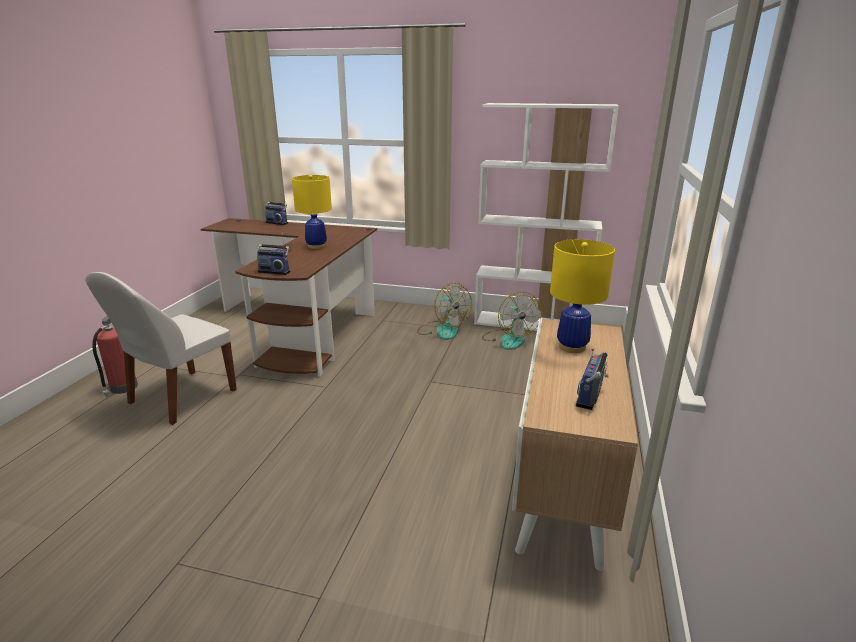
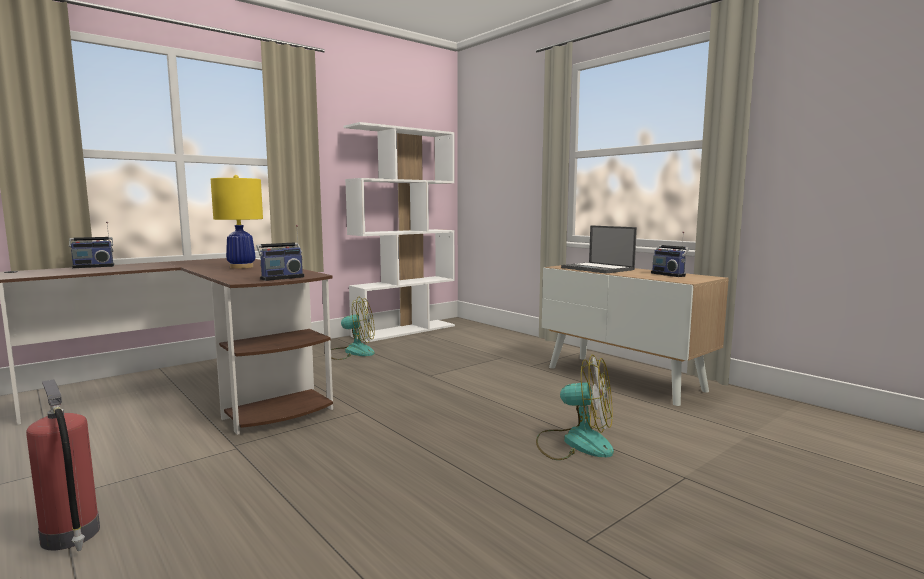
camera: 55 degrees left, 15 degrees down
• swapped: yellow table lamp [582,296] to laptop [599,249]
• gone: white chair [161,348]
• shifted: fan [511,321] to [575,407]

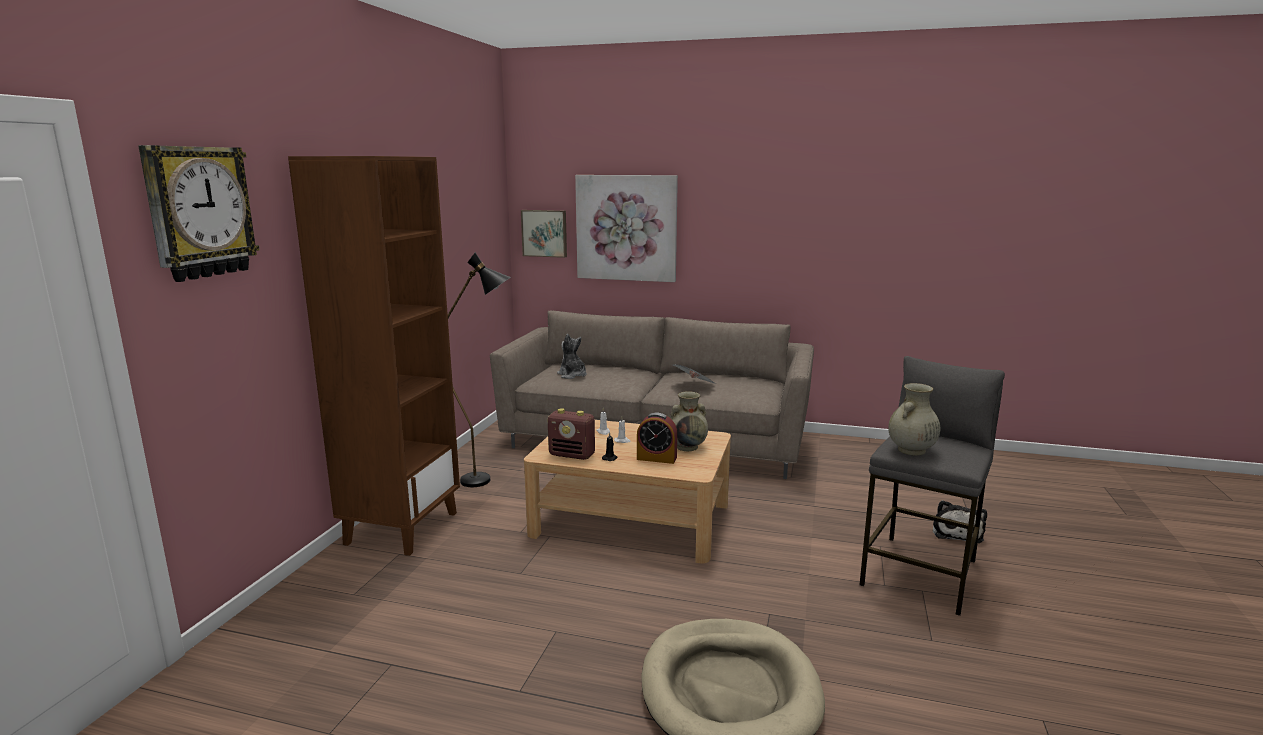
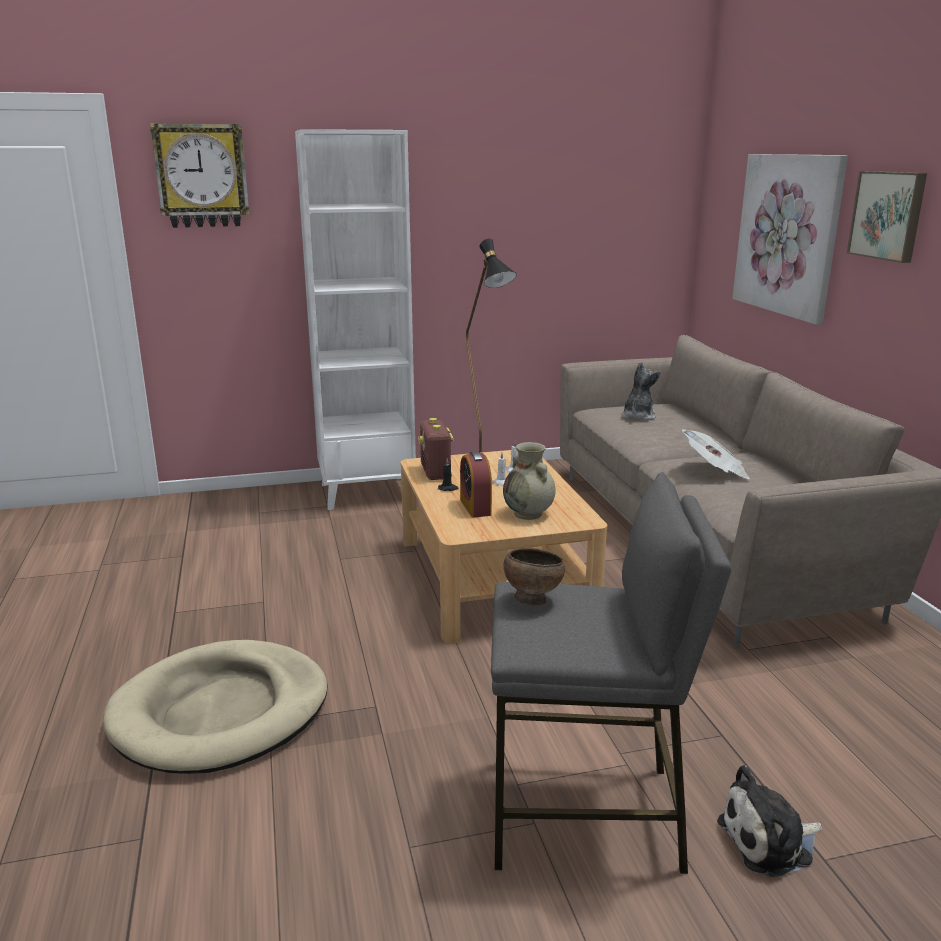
camera: 60 degrees right, 5 degrees up
• repainted: brown bookcase [374,356] to white bookcase [355,319]
• shifted: picture [544,234] to [887,217]
• swapped: beige vase [914,419] to brown bowl [534,576]

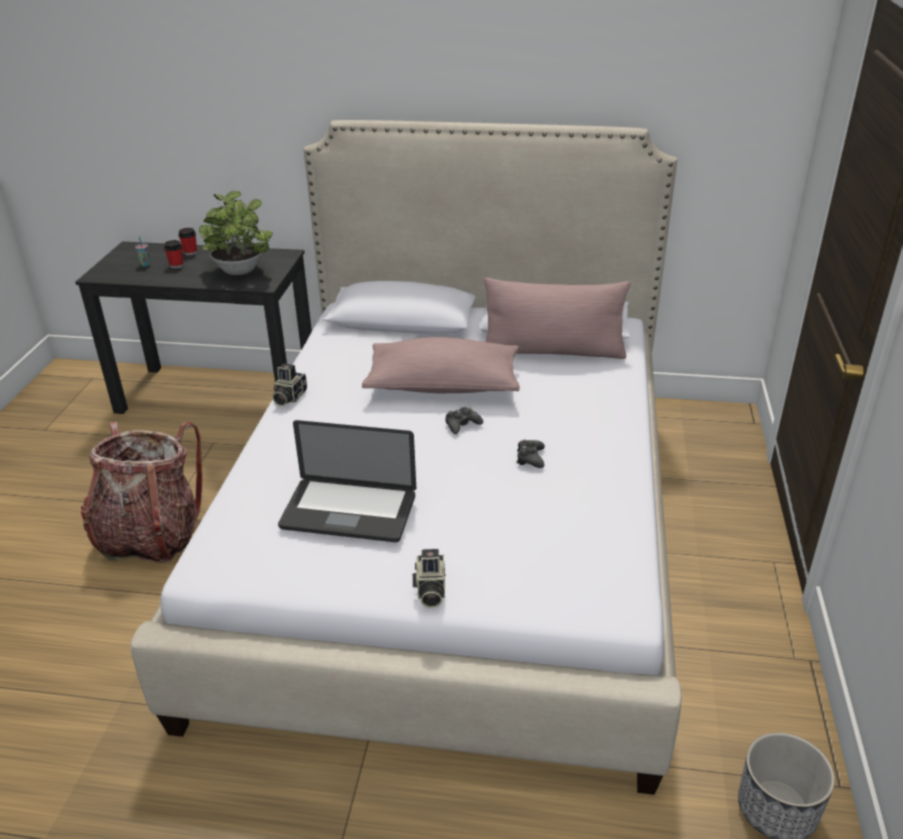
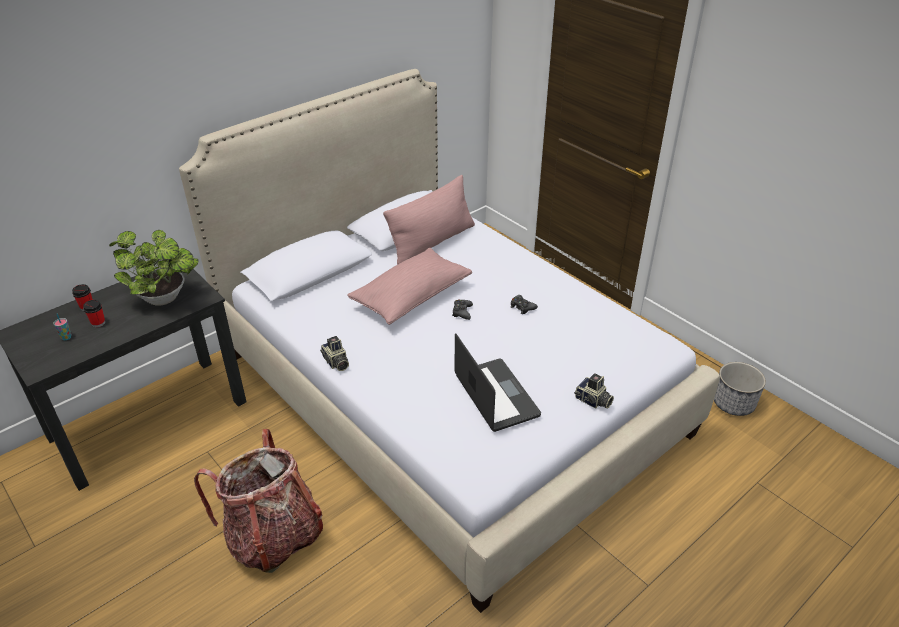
camera: 50 degrees left, 5 degrees up
• rotated: laptop [347,481] = [498,382] 75 degrees counterclockwise

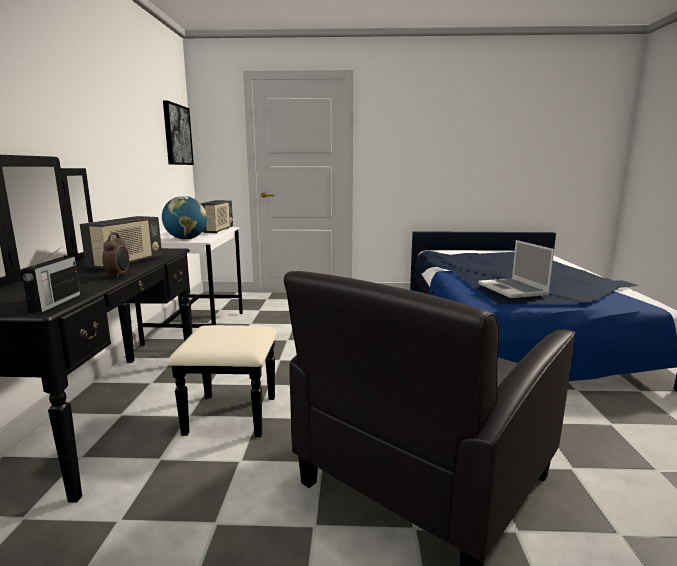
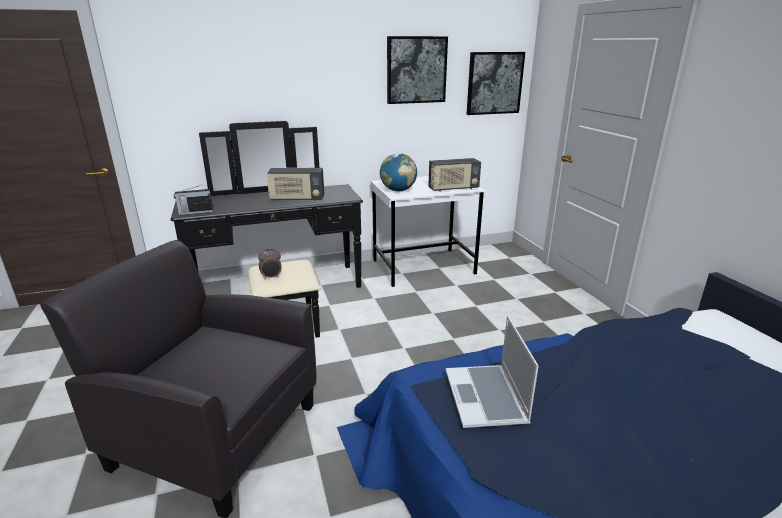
camera: 70 degrees right, 10 degrees up
• shifted: alarm clock [116,255] to [270,264]
• rotated: laptop [516,269] = [492,372] 60 degrees counterclockwise
• new: picture [417,70]

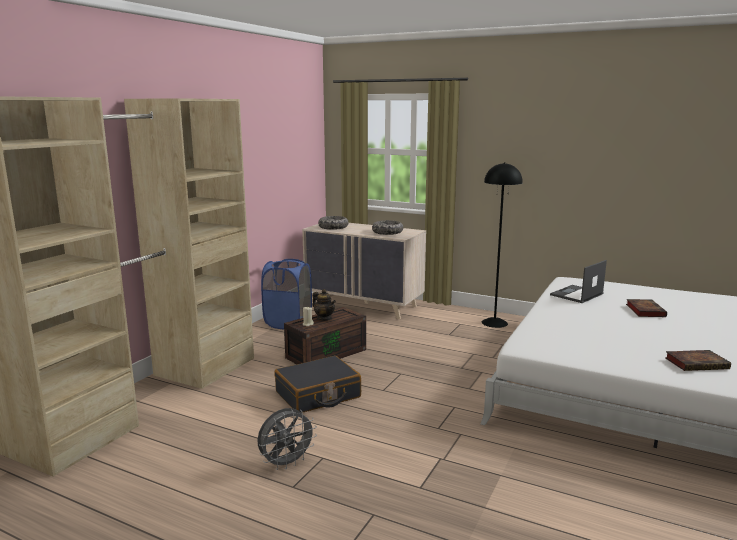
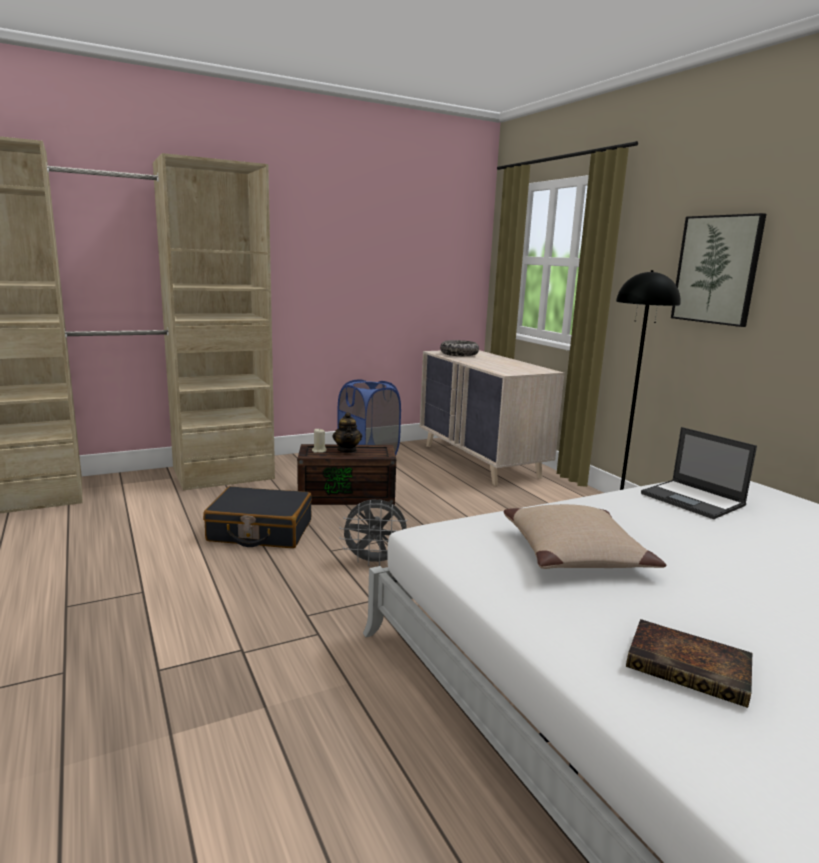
camera: 35 degrees right, 0 degrees up
• gone: bowl [387,227]
• rotated: laptop [578,281] = [699,473] 120 degrees counterclockwise
• gone: book [646,308]
• shifted: grey fan [287,439] to [373,532]
• new: picture [718,270]
• new: beige pillow [584,536]

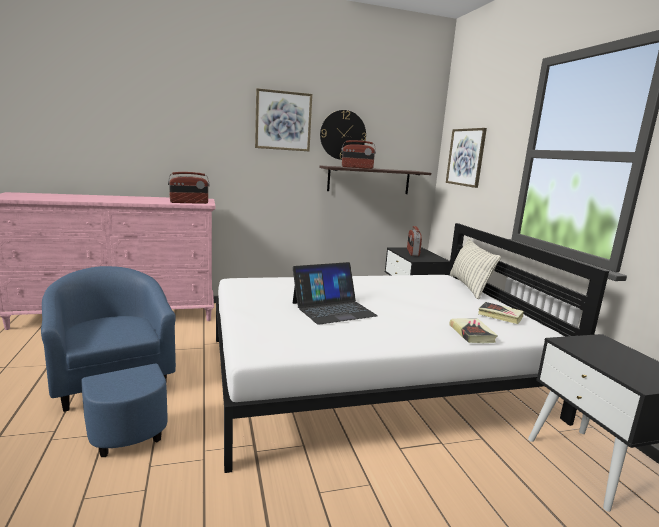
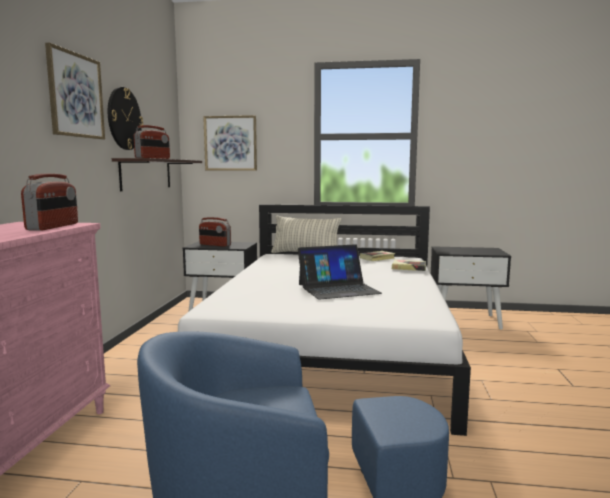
camera: 65 degrees left, 5 degrees down
• rotated: laptop [335,293] = [340,272] 75 degrees clockwise

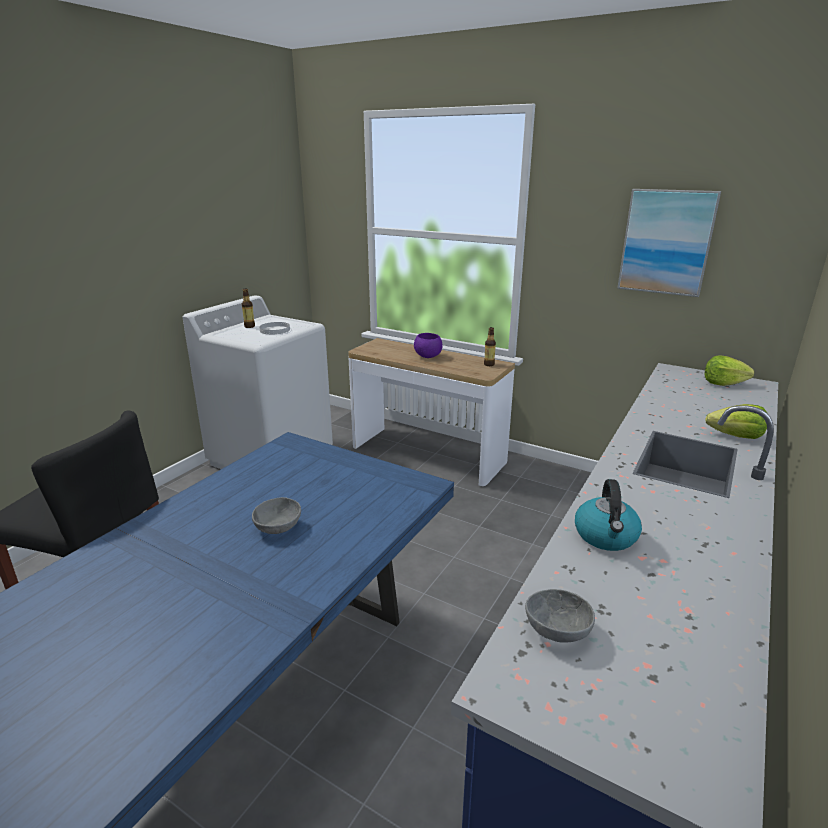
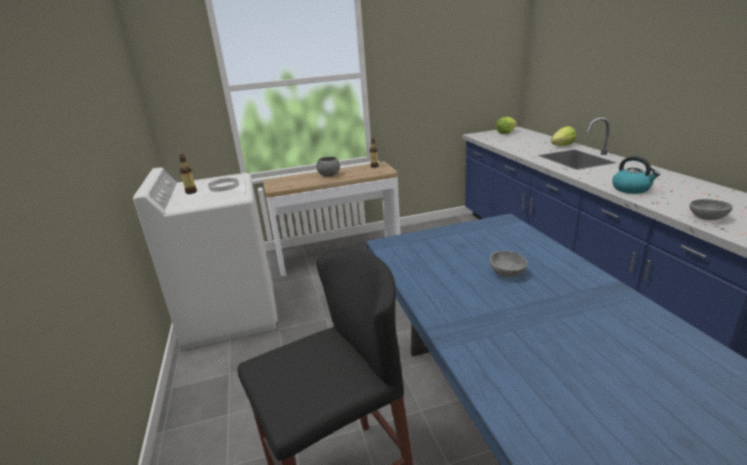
camera: 45 degrees left, 0 degrees up
• gone: picture [669,243]
• repainted: purple bowl [428,345] to grey bowl [328,167]

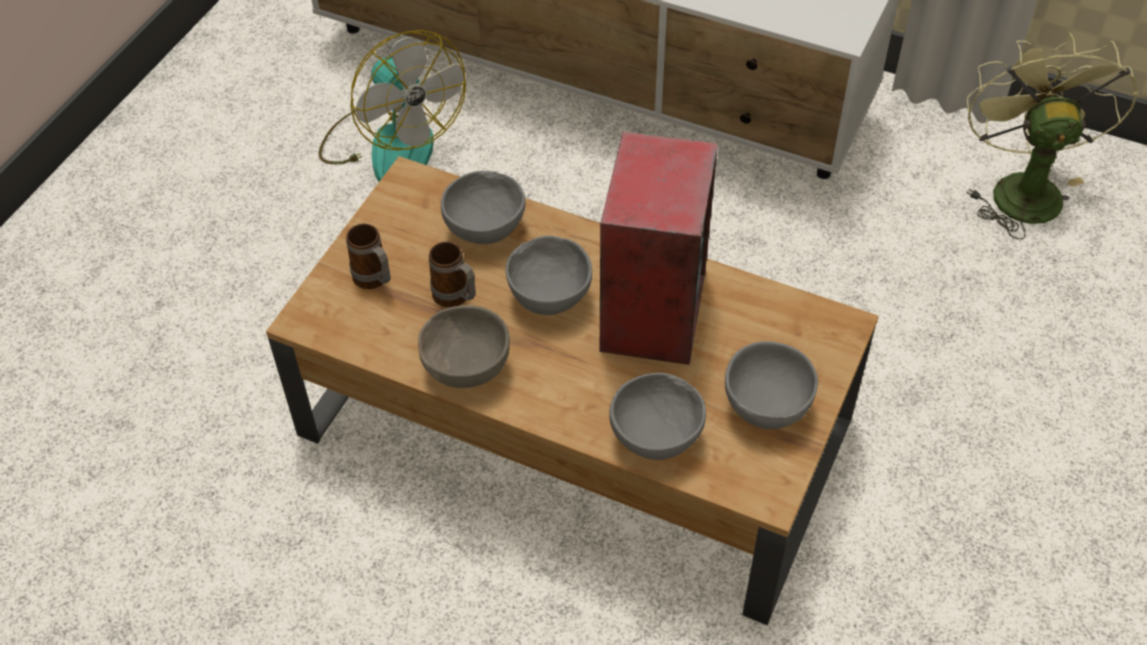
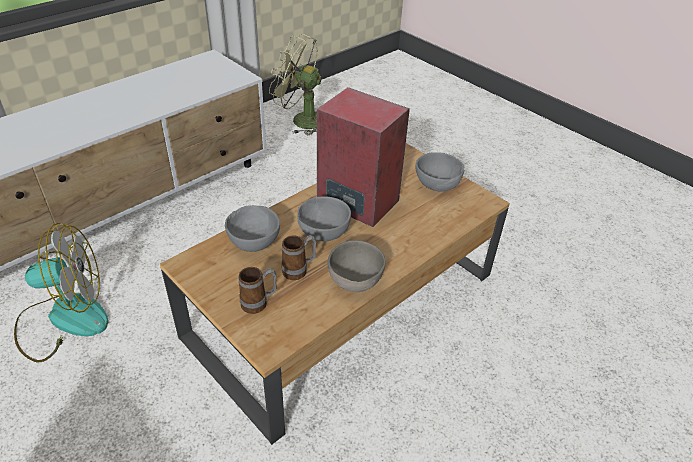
camera: 70 degrees left, 10 degrees down
• gone: grey bowl [658,416]

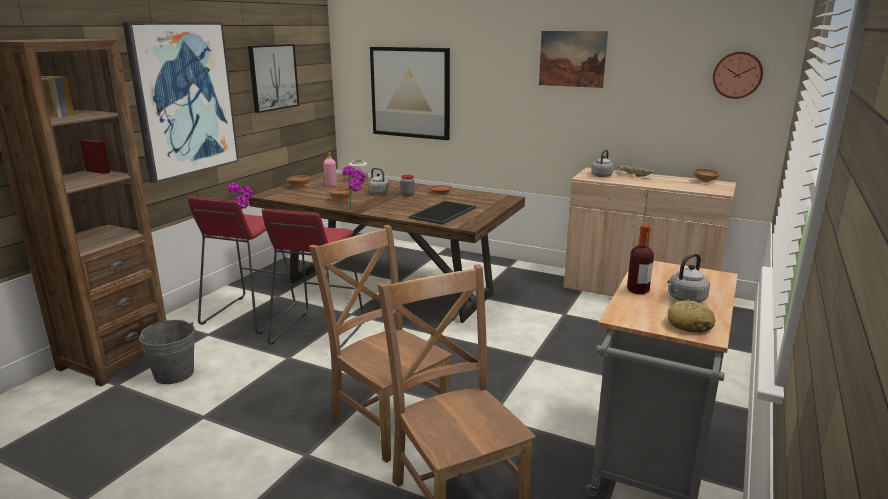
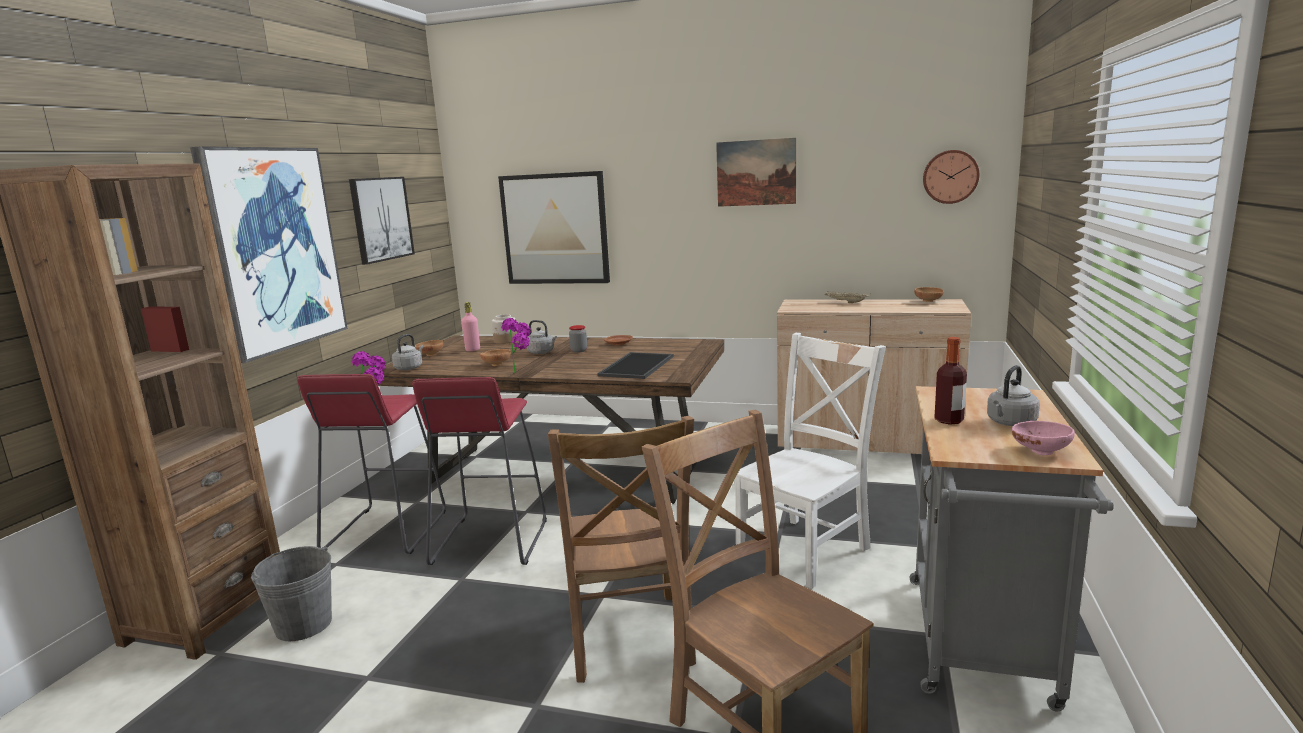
camera: 10 degrees left, 5 degrees down
• shifted: grey kettle [602,163] to [408,352]
• rotated: brown chair [381,344] = [622,549] 135 degrees counterclockwise
• swapped: bread [691,316] to pink bowl [1043,438]
• new: white chair [810,460]

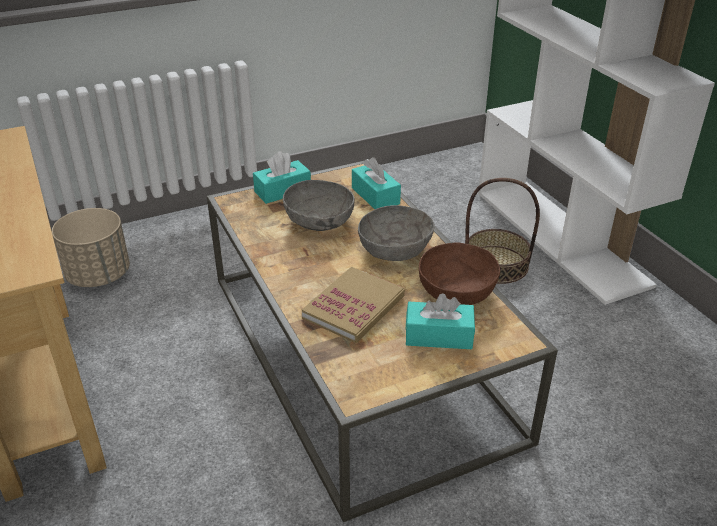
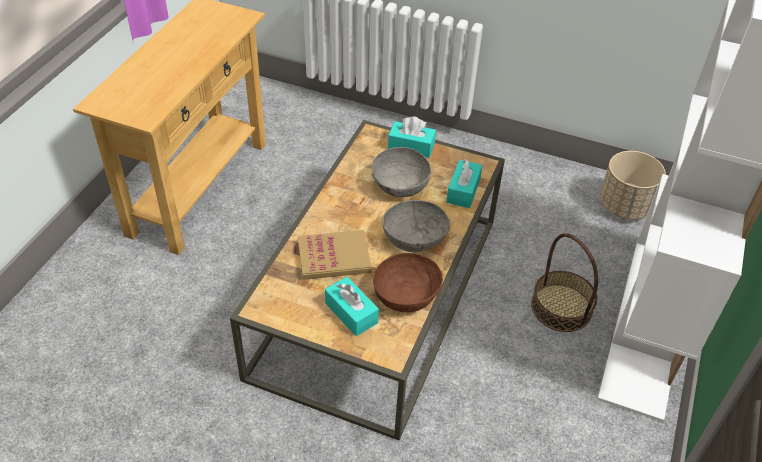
camera: 45 degrees right, 10 degrees up
• shifted: beige planter [91,247] to [633,185]

